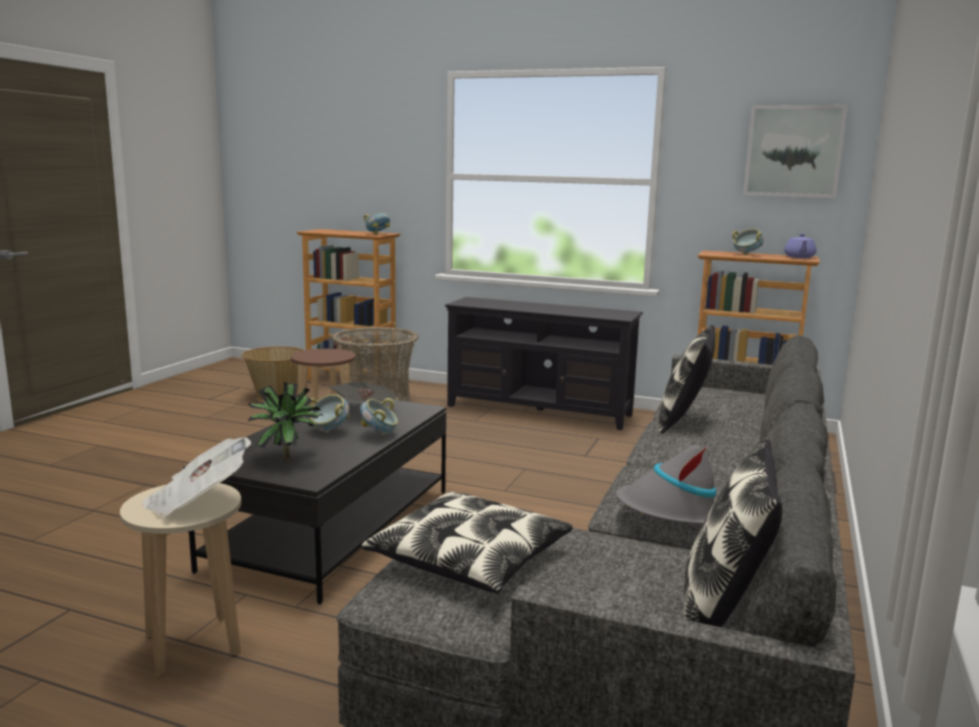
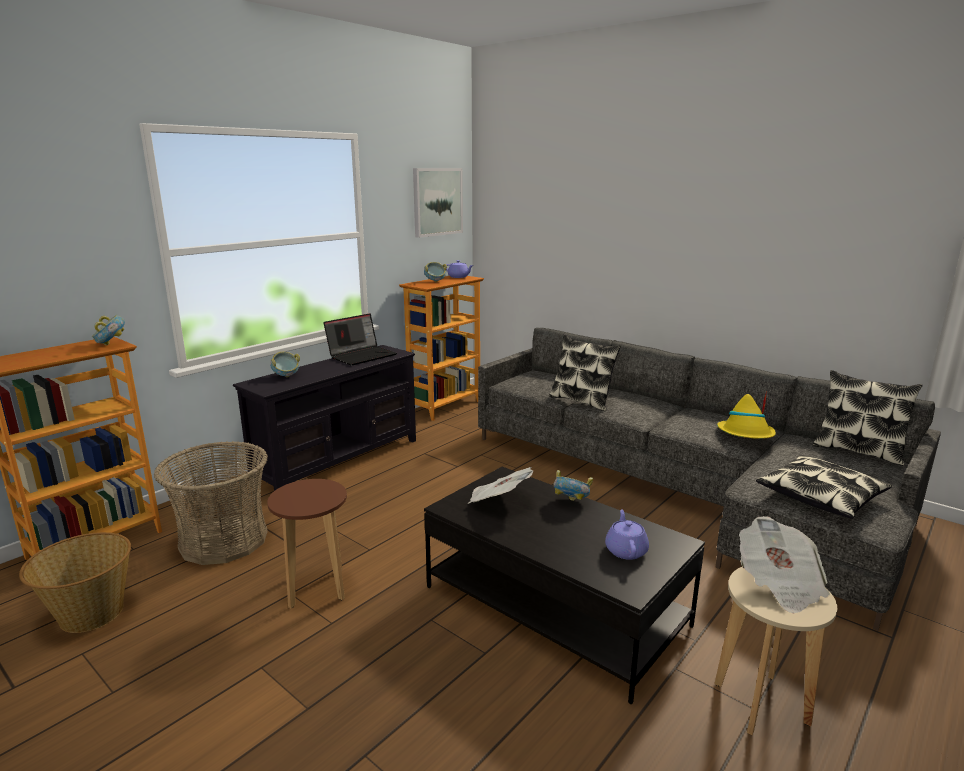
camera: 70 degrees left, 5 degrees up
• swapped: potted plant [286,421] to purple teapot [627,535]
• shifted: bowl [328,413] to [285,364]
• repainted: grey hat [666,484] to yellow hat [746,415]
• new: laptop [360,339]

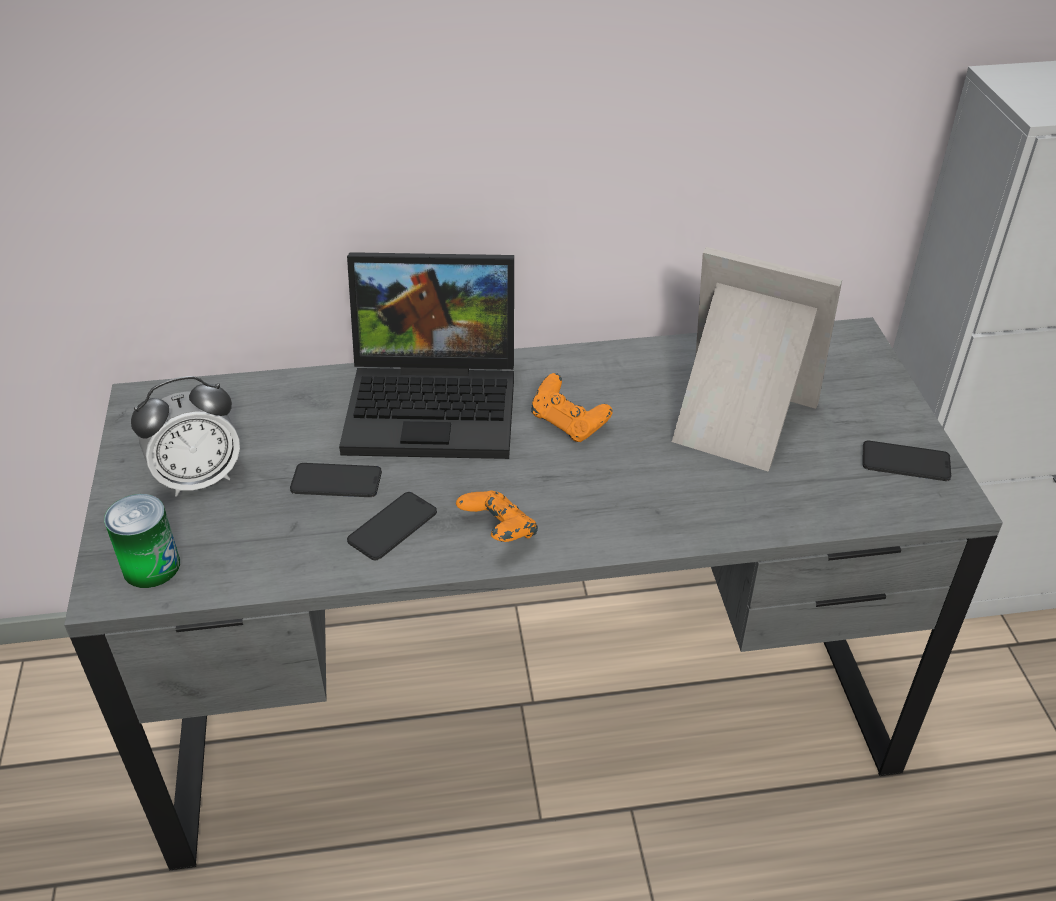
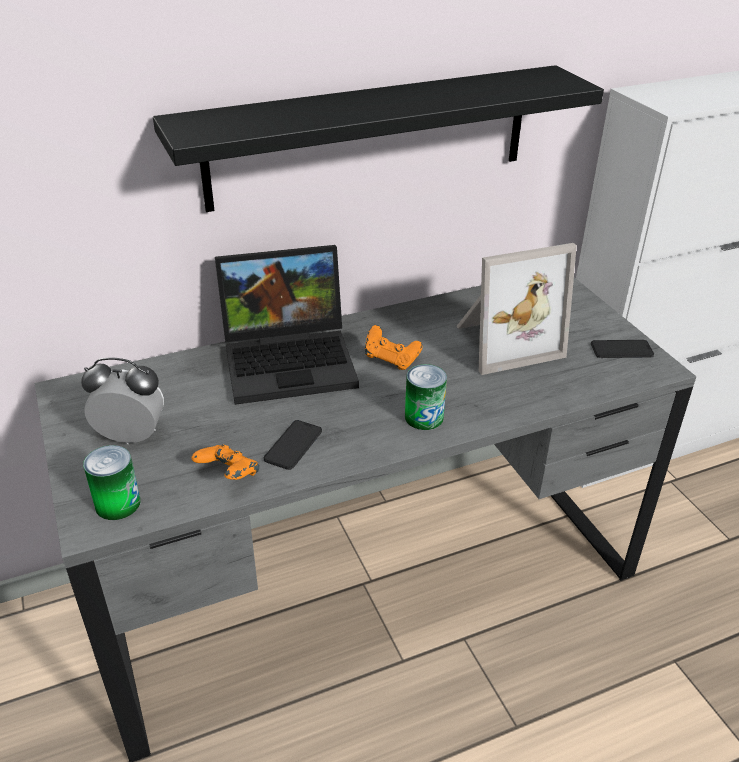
camera: 15 degrees left, 5 degrees down
• rotated: picture frame [757,359] = [516,309] 150 degrees clockwise
• rotated: alarm clock [185,436] = [122,401] 135 degrees counterclockwise
• gone: phone [336,480]
• shifted: orange game controller [497,516] to [225,462]
• new: black shelf [378,138]
• new: can [426,397]

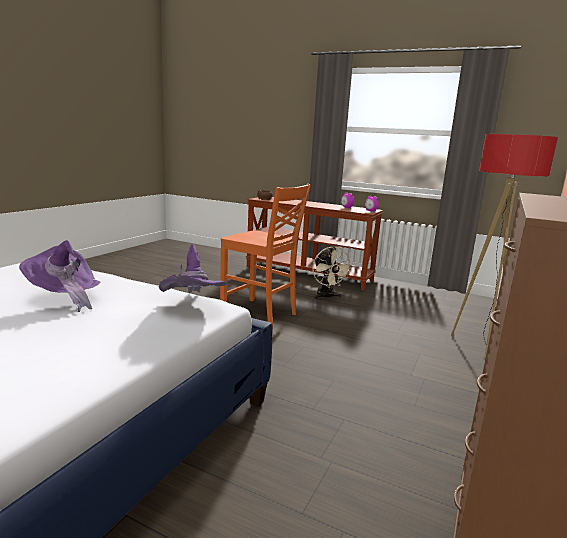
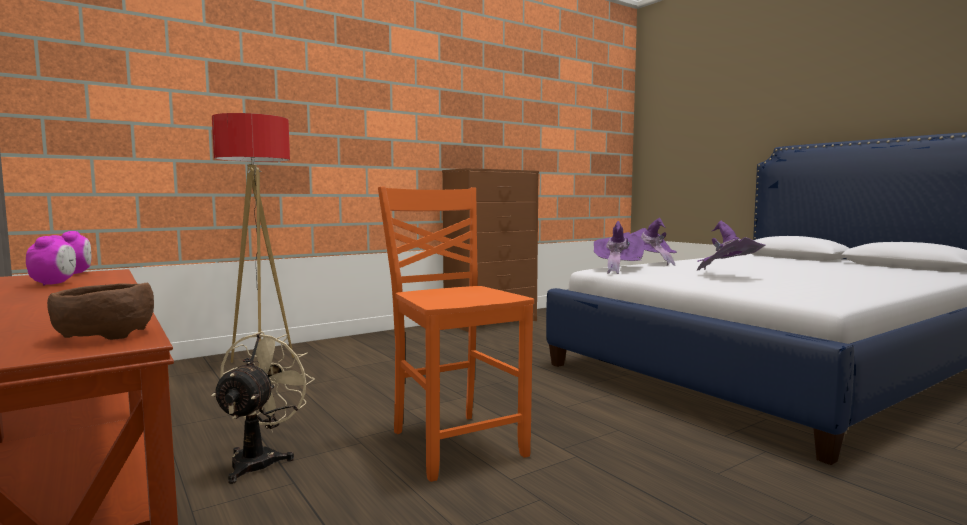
camera: 150 degrees left, 10 degrees down
• new: purple hat [653,242]

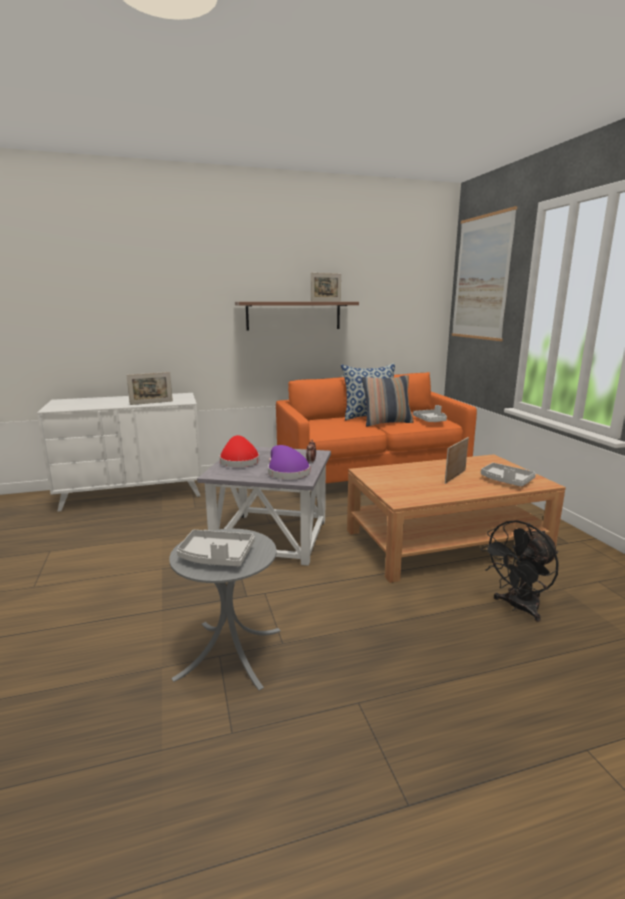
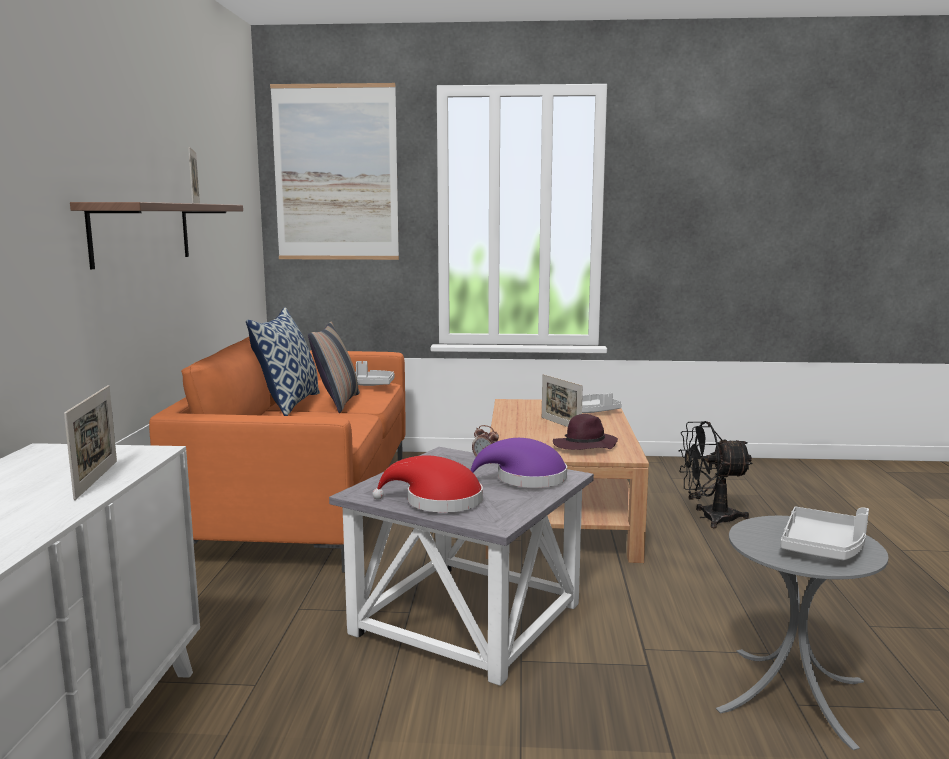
camera: 70 degrees left, 5 degrees down
• rotated: black fan [520,571] = [715,474] 105 degrees clockwise
• new: purple hat [585,432]

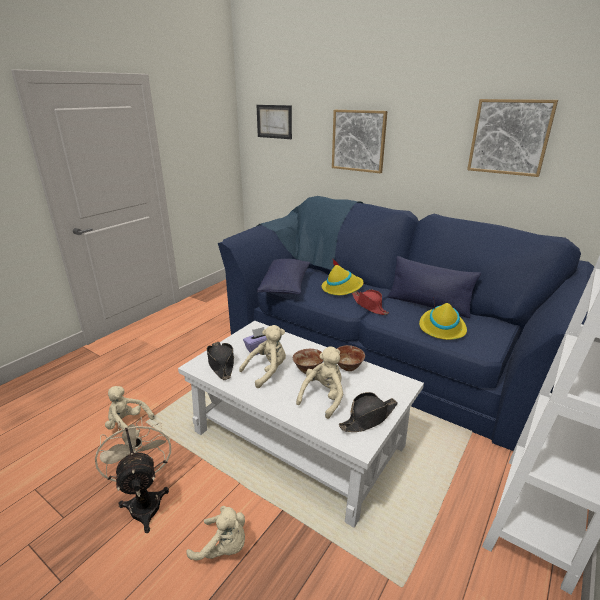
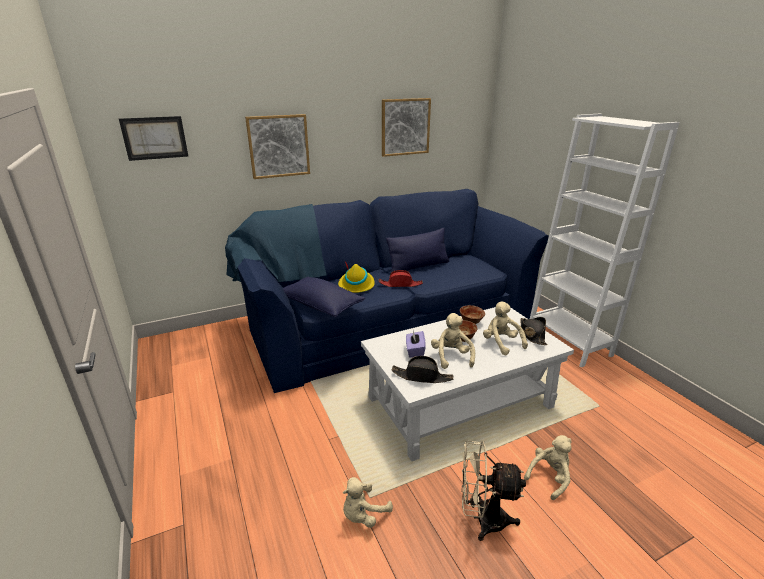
camera: 60 degrees left, 0 degrees up
• gone: yellow hat [443,321]

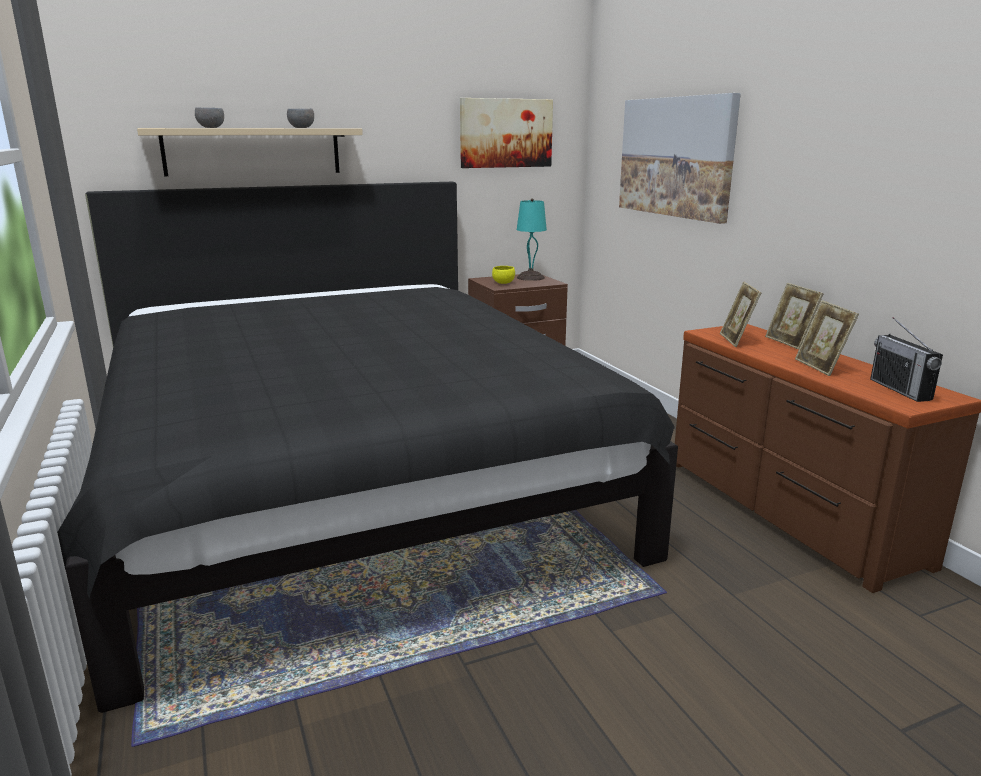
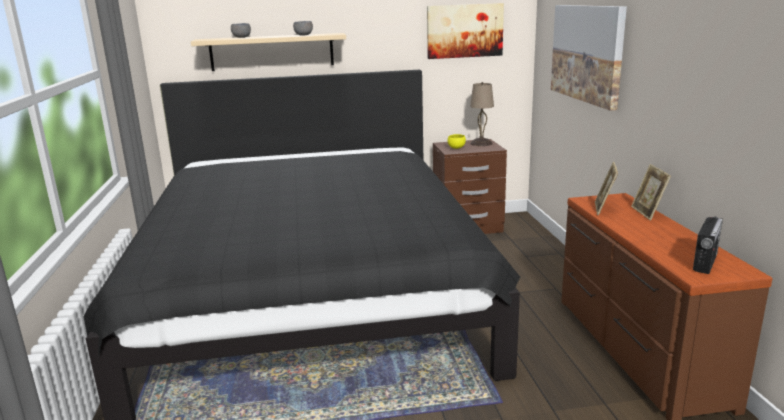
camera: 15 degrees right, 0 degrees up
• repainted: turquoise table lamp [532,239] to beige table lamp [482,114]
• gone: picture frame [827,338]
• rotated: radio [906,359] = [708,245] 150 degrees counterclockwise

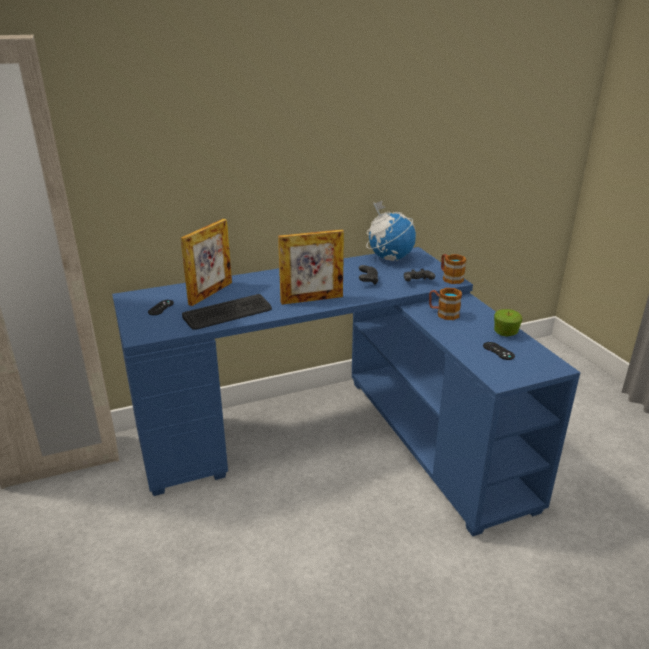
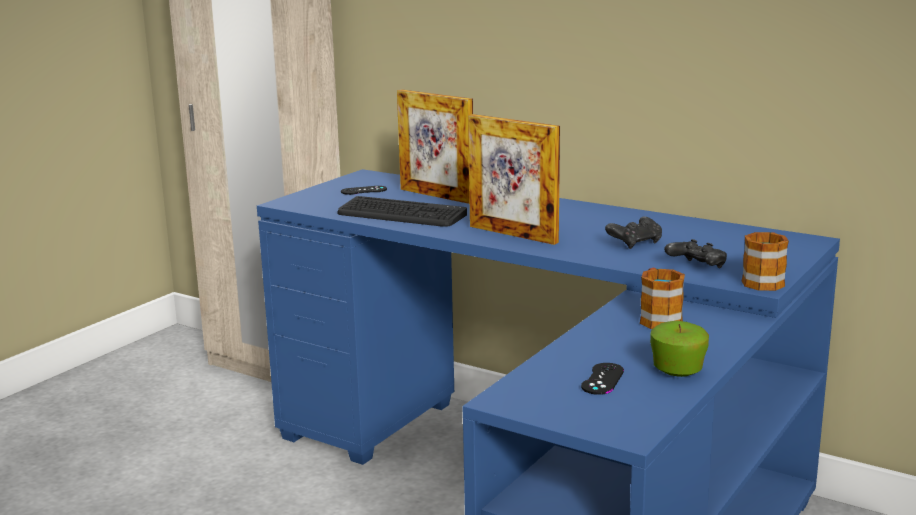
camera: 55 degrees right, 10 degrees down
• gone: globe [391,231]
• rotated: picture frame [206,262] = [435,147] 45 degrees clockwise

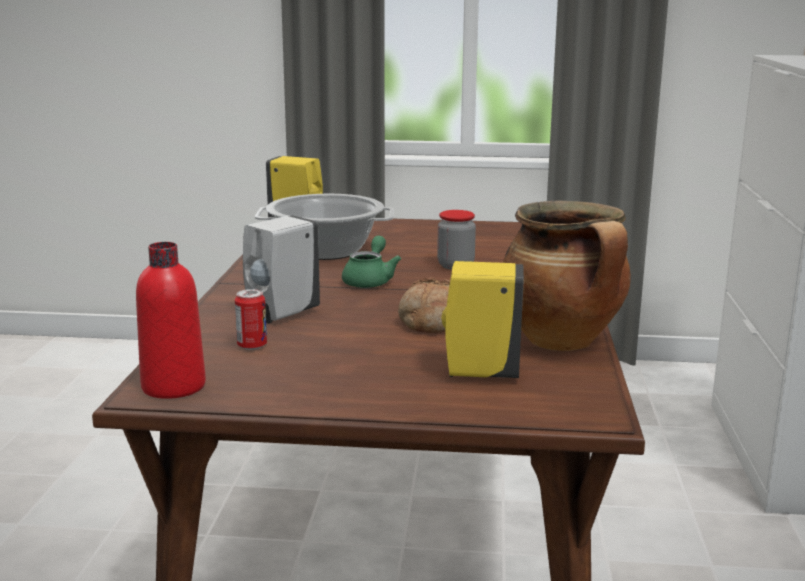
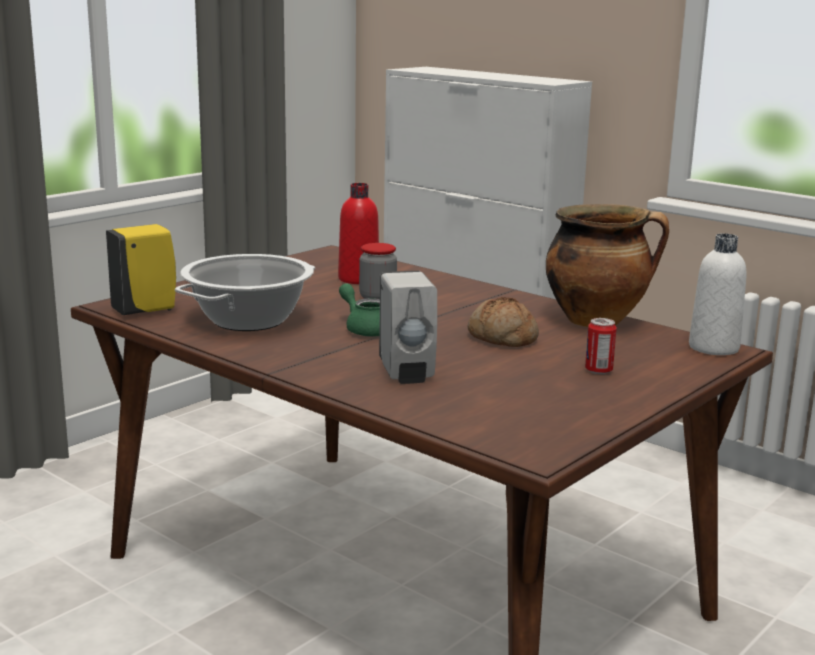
camera: 55 degrees left, 0 degrees up
• shifted: red bottle [171,320] to [358,233]
• gone: yellow soap dispenser [482,319]
• shifted: can [251,319] to [601,346]
• new: white bottle [717,294]

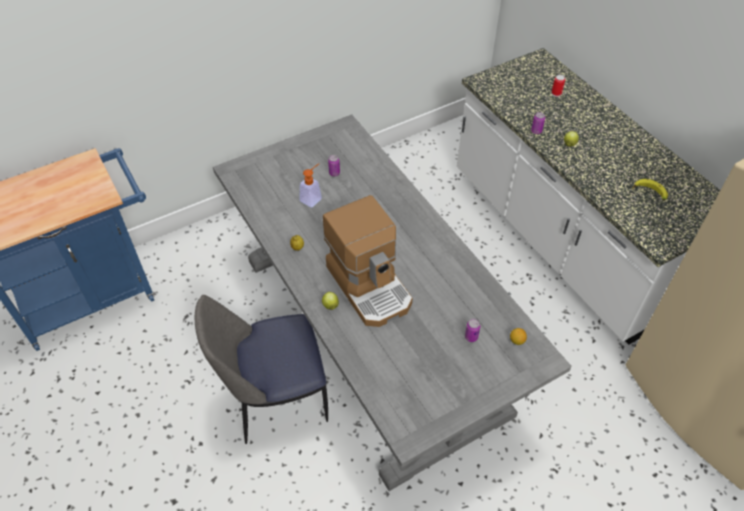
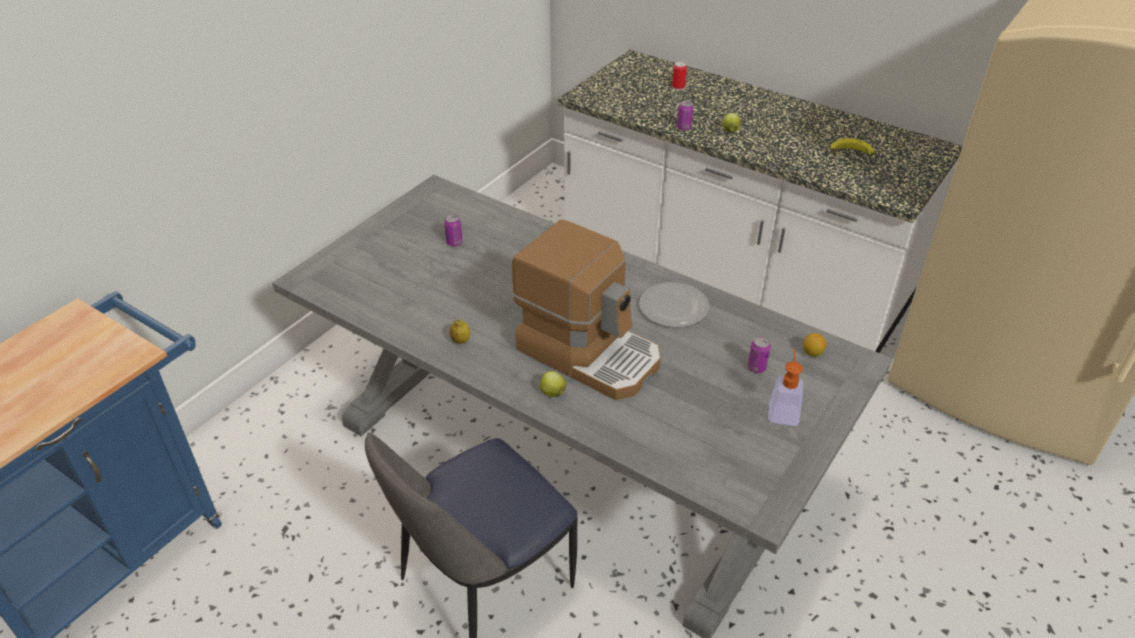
camera: 25 degrees left, 10 degrees down
• shifted: soap dispenser [310,186] to [785,387]
• new: plate [674,305]

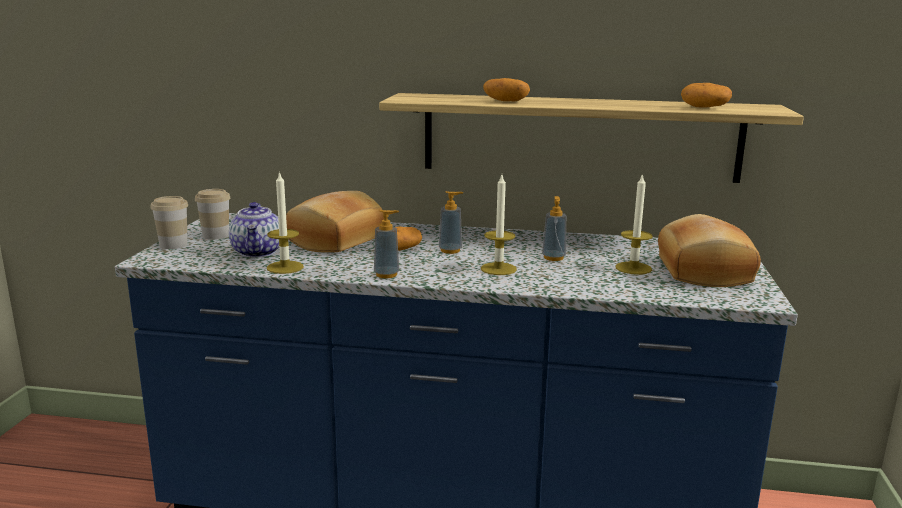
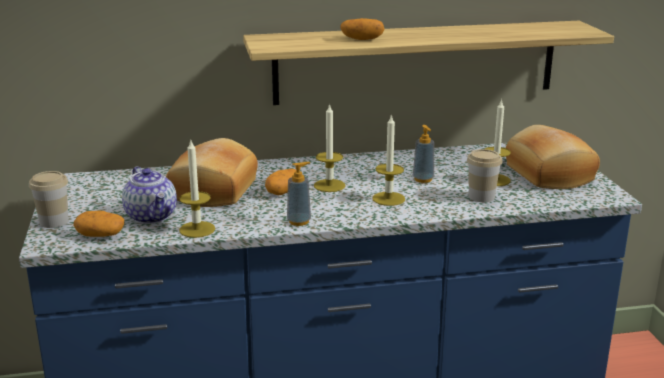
camera: 20 degrees left, 5 degrees up
• shifted: potato [706,95] to [98,224]
• shifted: cup [212,214] to [484,175]
• swapped: soap dispenser [451,222] to candle [330,147]

